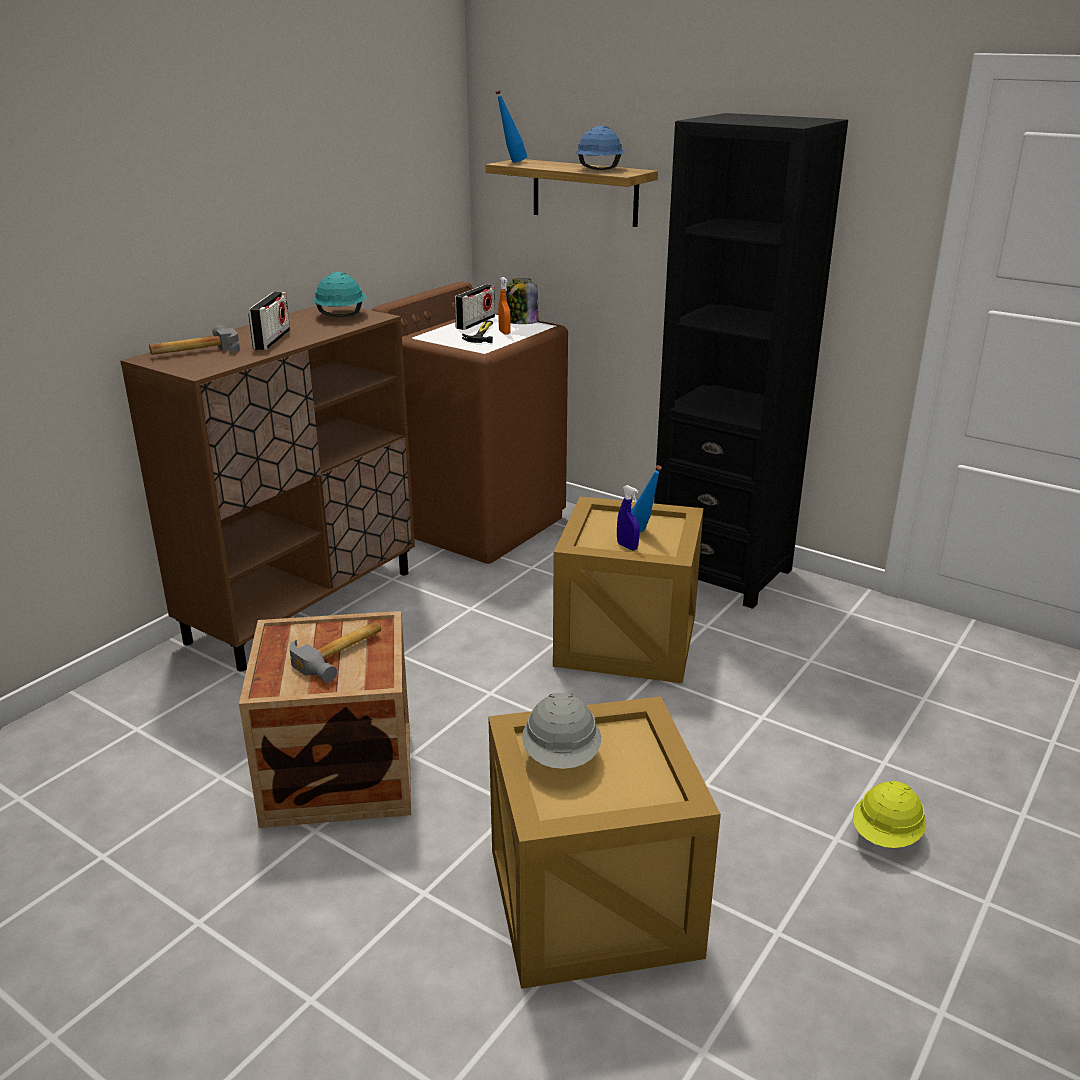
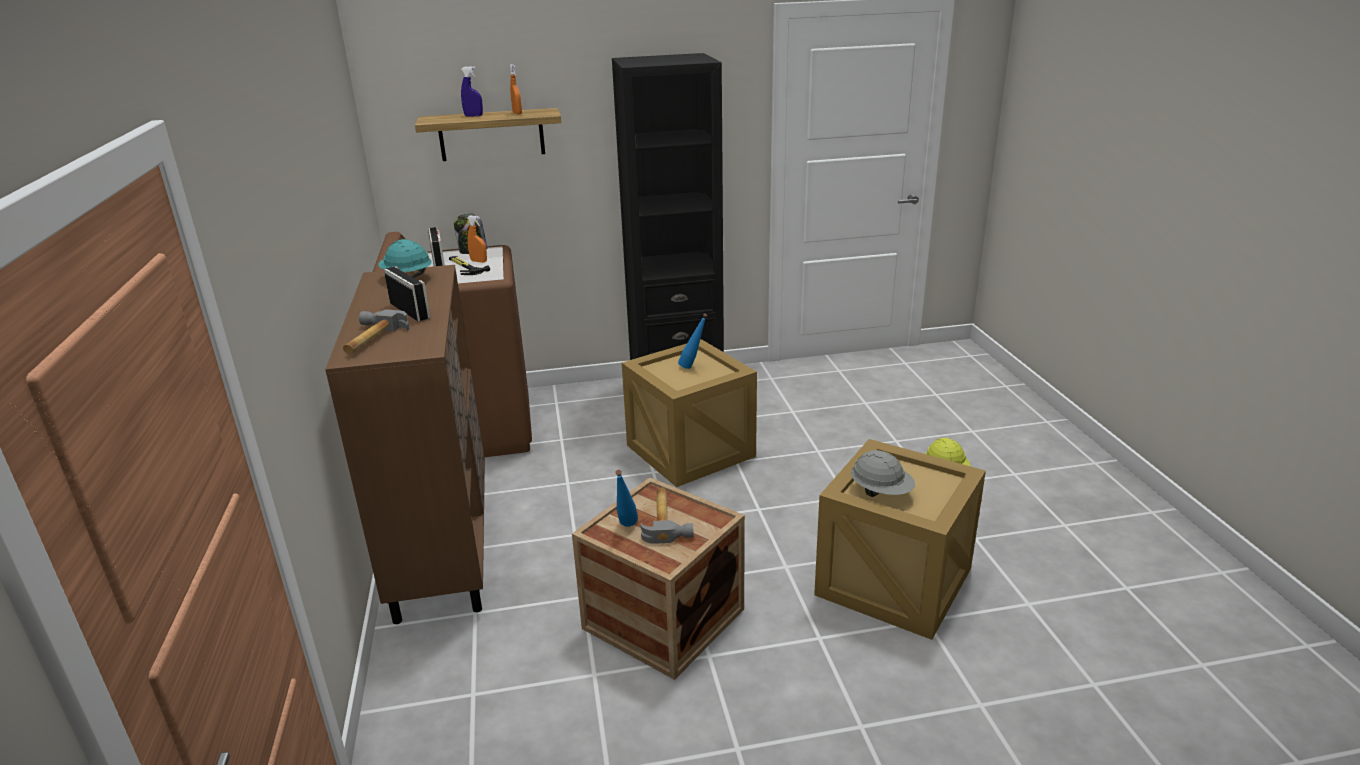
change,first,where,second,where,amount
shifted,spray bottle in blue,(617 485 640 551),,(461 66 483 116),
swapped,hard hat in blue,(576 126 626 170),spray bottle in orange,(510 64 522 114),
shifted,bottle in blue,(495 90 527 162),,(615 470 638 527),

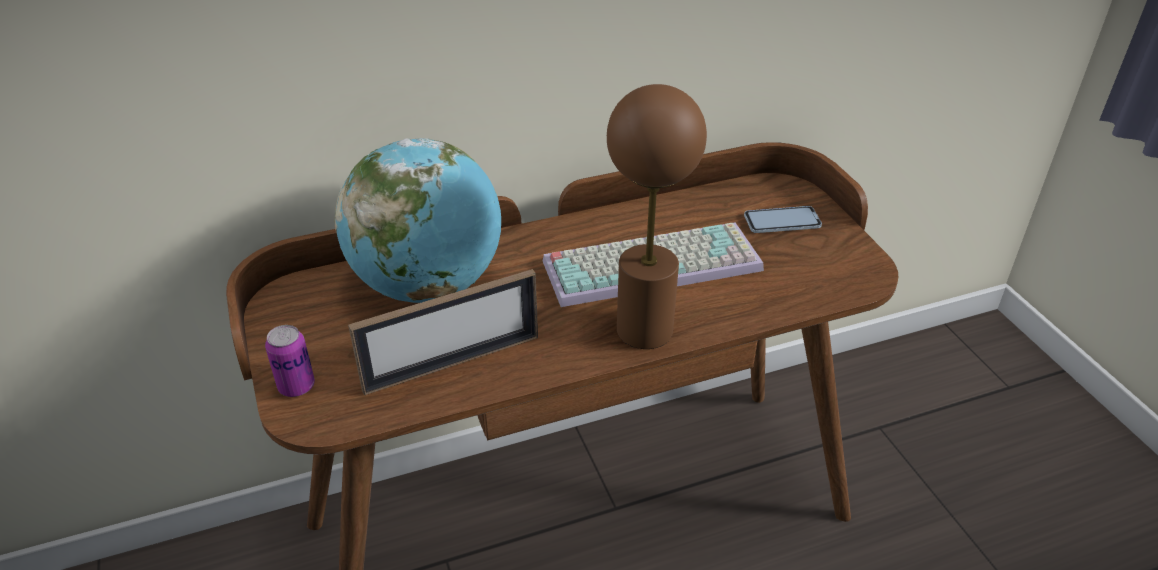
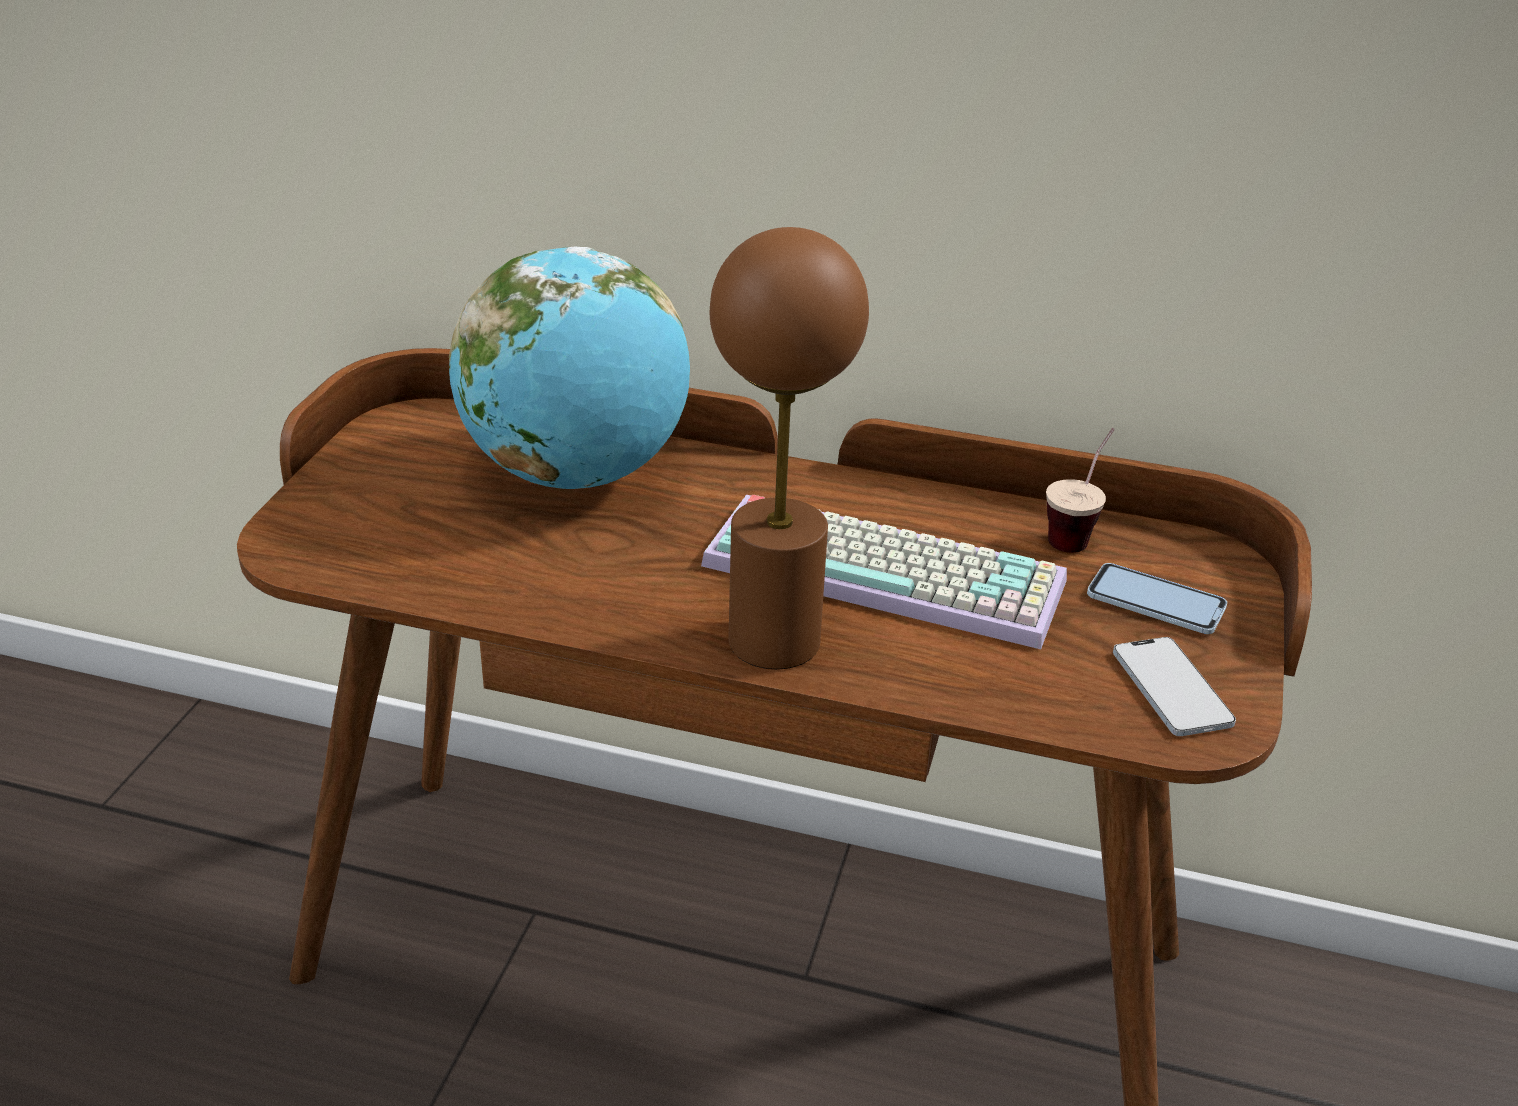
change,first,where,second,where,amount
new,,,cup,(1046 428 1115 553),
new,,,phone,(1113 637 1236 736),
gone,can,(265 325 315 397),,,
gone,picture frame,(348 269 538 395),,,

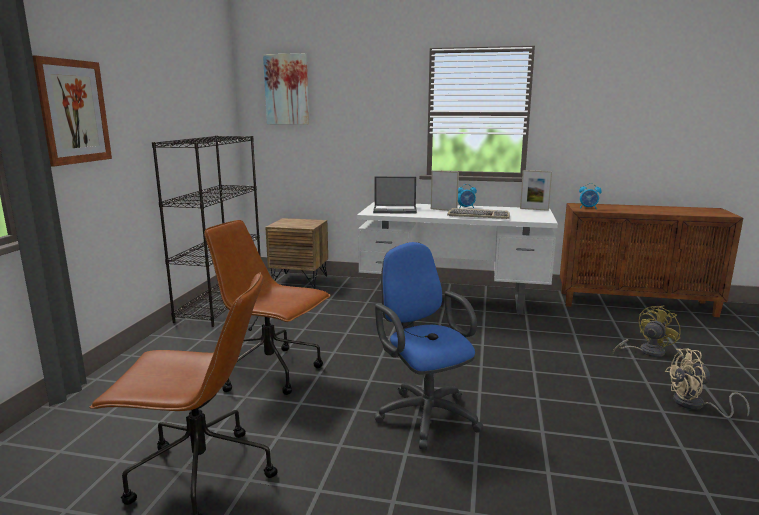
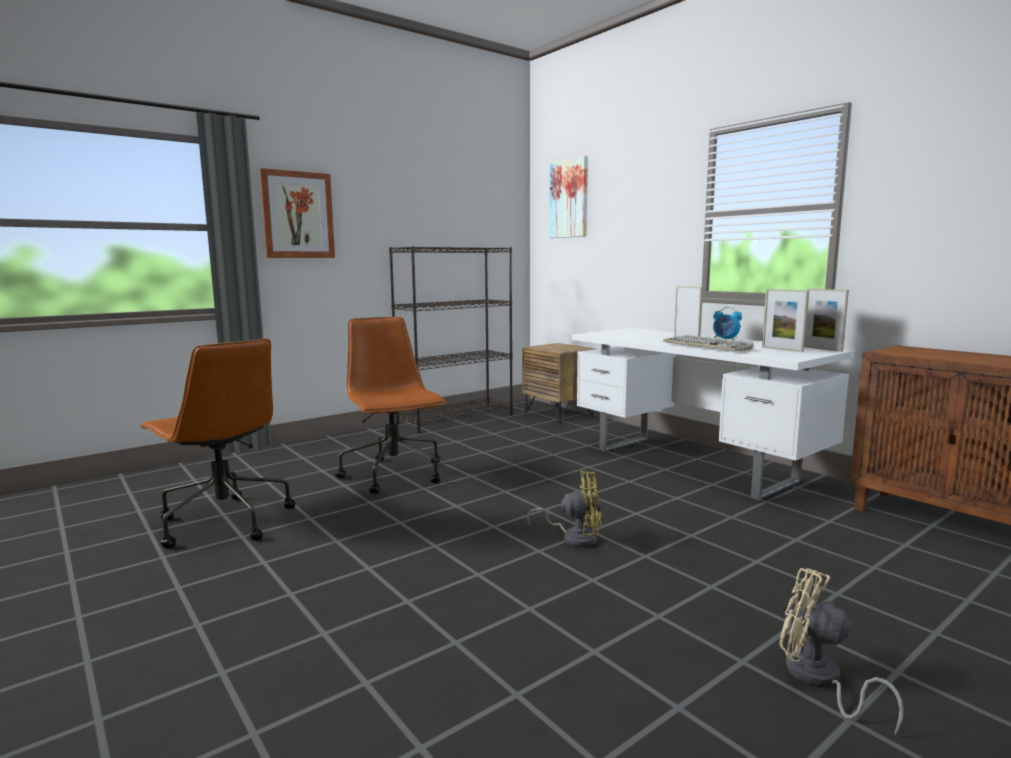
change,first,where,second,where,amount
shifted,fan in yellow,(613 305 681 357),,(527 471 602 547),
new,,,picture frame,(762 289 809 352),
gone,laptop,(373 177 417 214),,,
gone,office chair in blue,(374 242 483 450),,,
gone,alarm clock,(579 183 602 209),,,

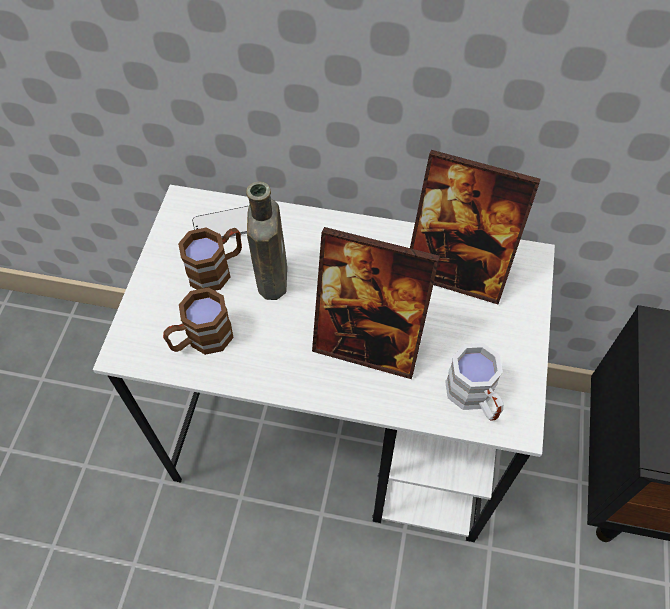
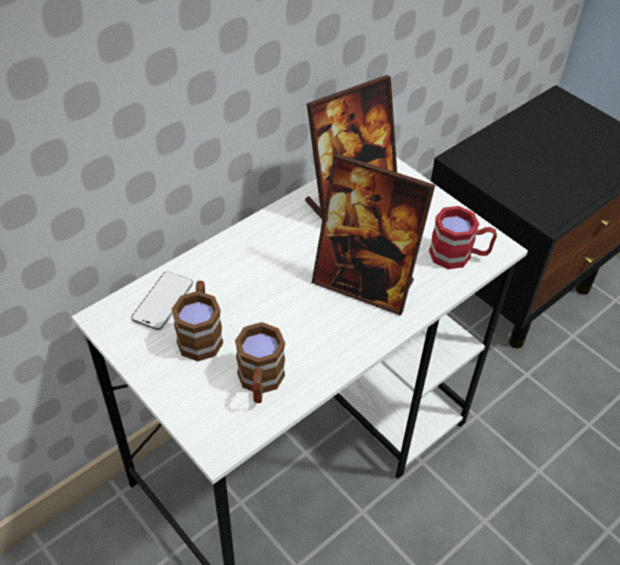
change,first,where,second,where,amount
rotated,picture frame,(312 227 440 379),,(312 153 435 316),60 degrees clockwise
repainted,mug in white,(445 343 504 421),mug in red,(429 206 497 269),
gone,bottle in brown,(246 182 287 300),,,

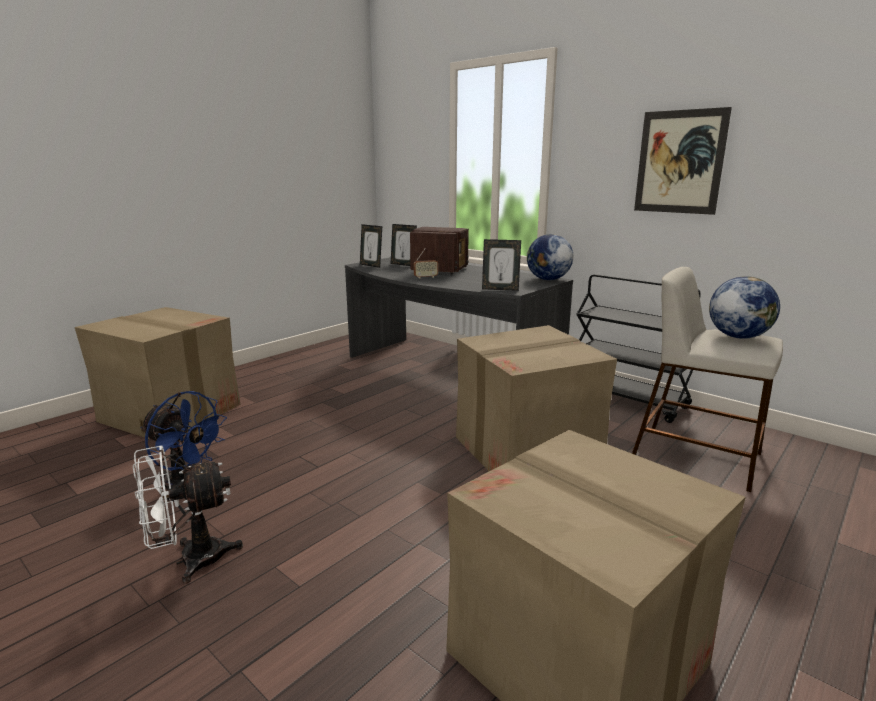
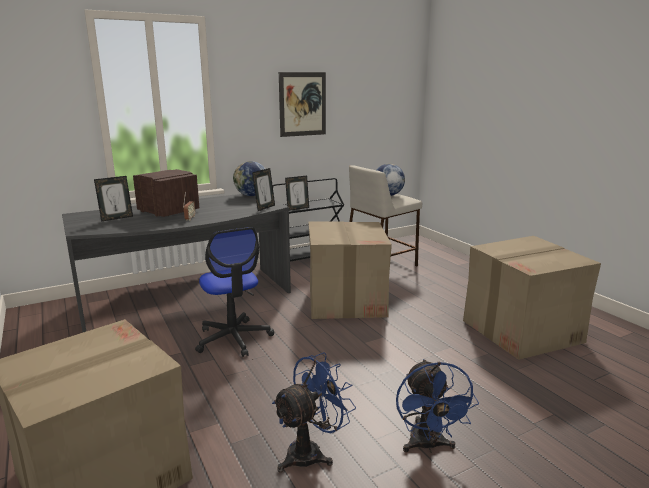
change,first,where,second,where,amount
new,,,office chair,(195 227 274 357),
shifted,picture frame,(360 224 382 268),,(285 176 309 211),
repainted,fan in white,(133 446 243 584),fan in blue,(396 359 479 453),

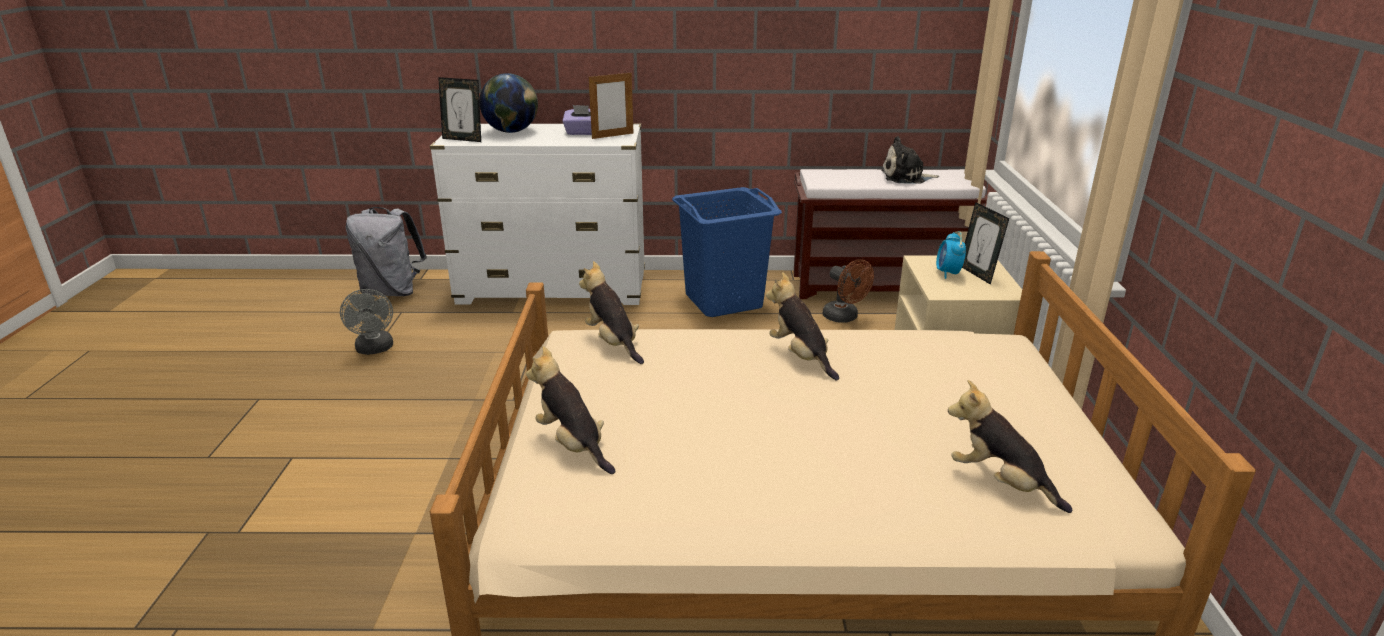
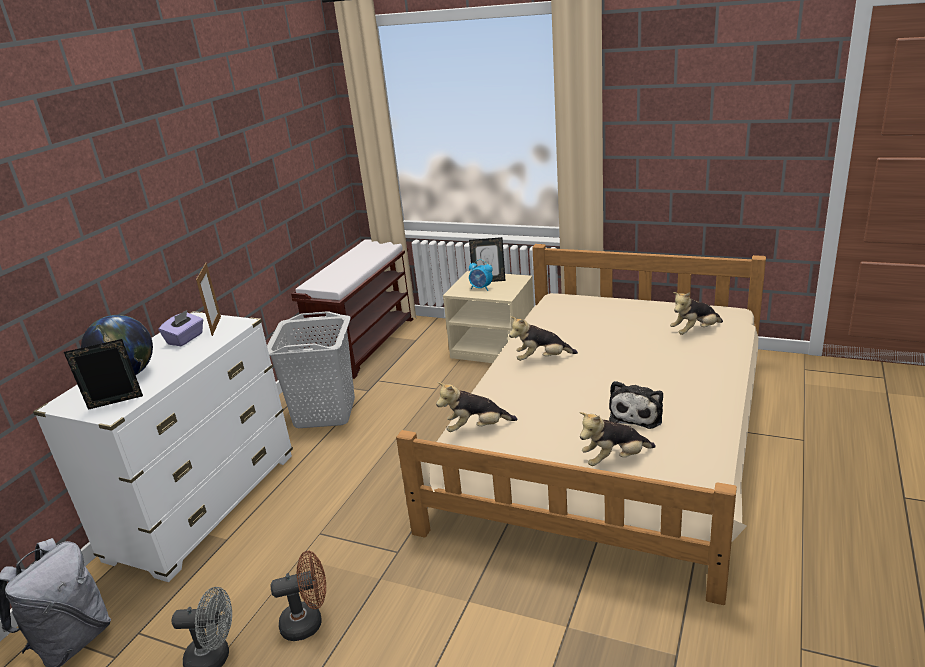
change,first,where,second,where,amount
rotated,picture frame,(438 77 481 142),,(64 339 143 410),150 degrees counterclockwise
repainted,laundry basket in blue,(672 187 782 317),laundry basket in grey,(267 311 355 428),
shifted,fan in brown,(823 259 874 323),,(271 551 326 641),
shifted,plush toy,(881 136 939 184),,(609 381 663 429),

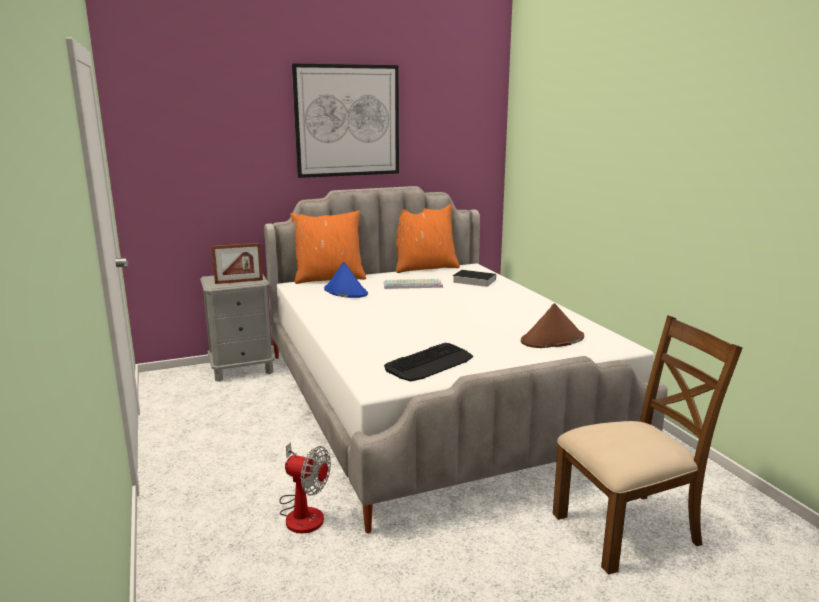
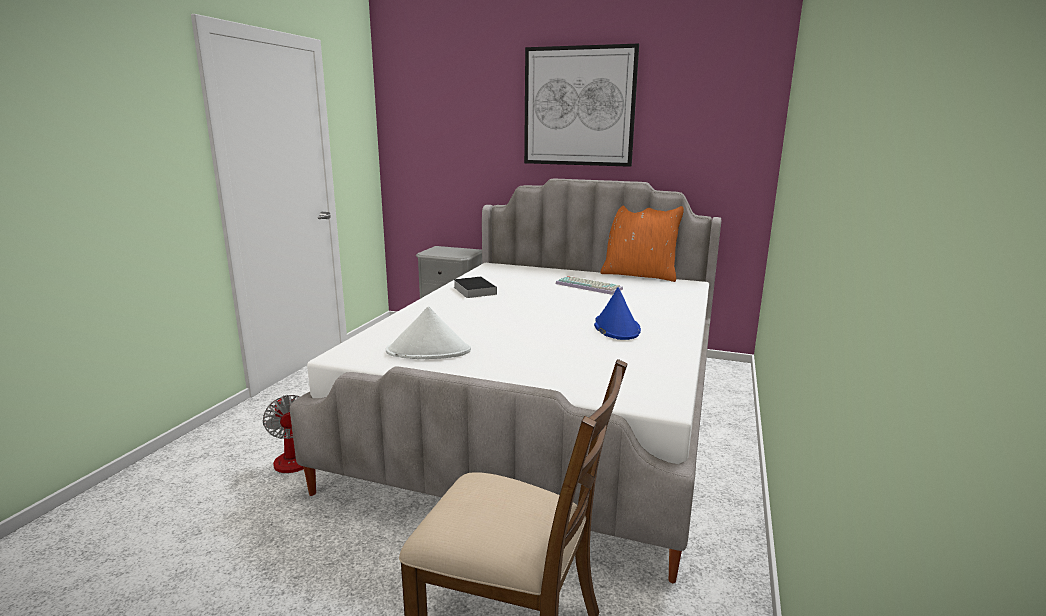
change,first,where,second,where,amount
swapped,keyboard,(384 343 473 381),hat in white,(386 306 471 359),
shifted,book,(453 270 496 287),,(453 277 497 298),
shifted,hat in blue,(324 262 368 298),,(594 288 641 340),
gone,picture frame,(211 243 263 284),,,
gone,pillow in orange,(290 211 366 284),,,
gone,hat in brown,(521 303 584 348),,,

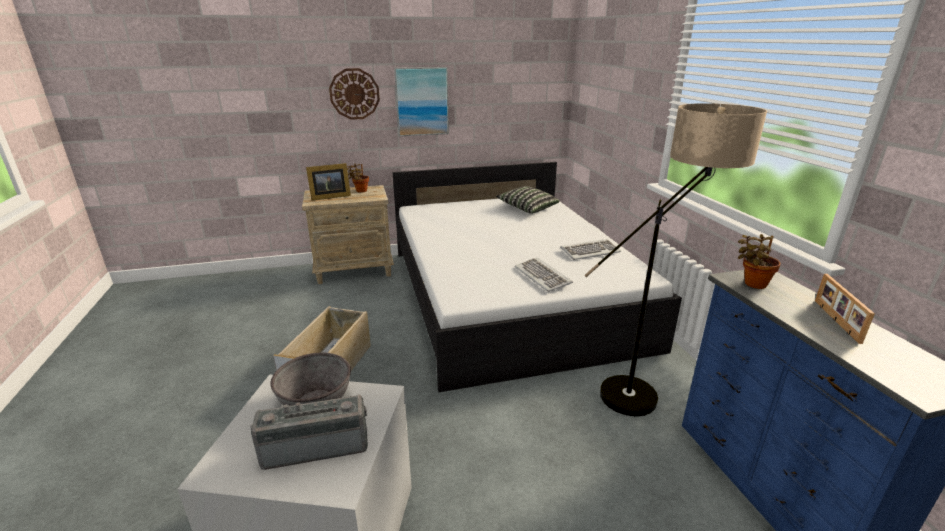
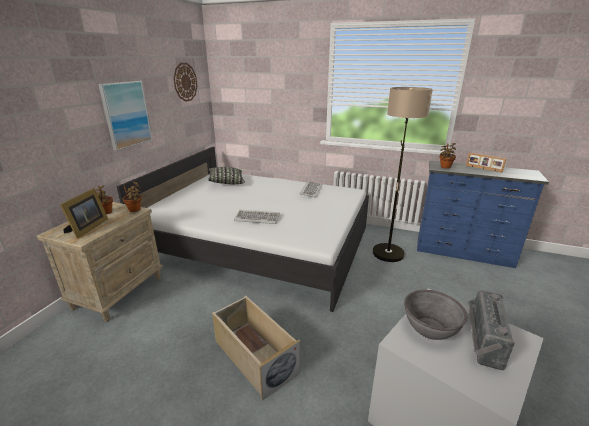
change,first,where,second,where,amount
new,,,potted plant,(122 182 142 212),
shifted,wall clock,(329 68 380 120),,(173 63 197 102),
shifted,keyboard,(515 258 573 292),,(234 210 280 224),

